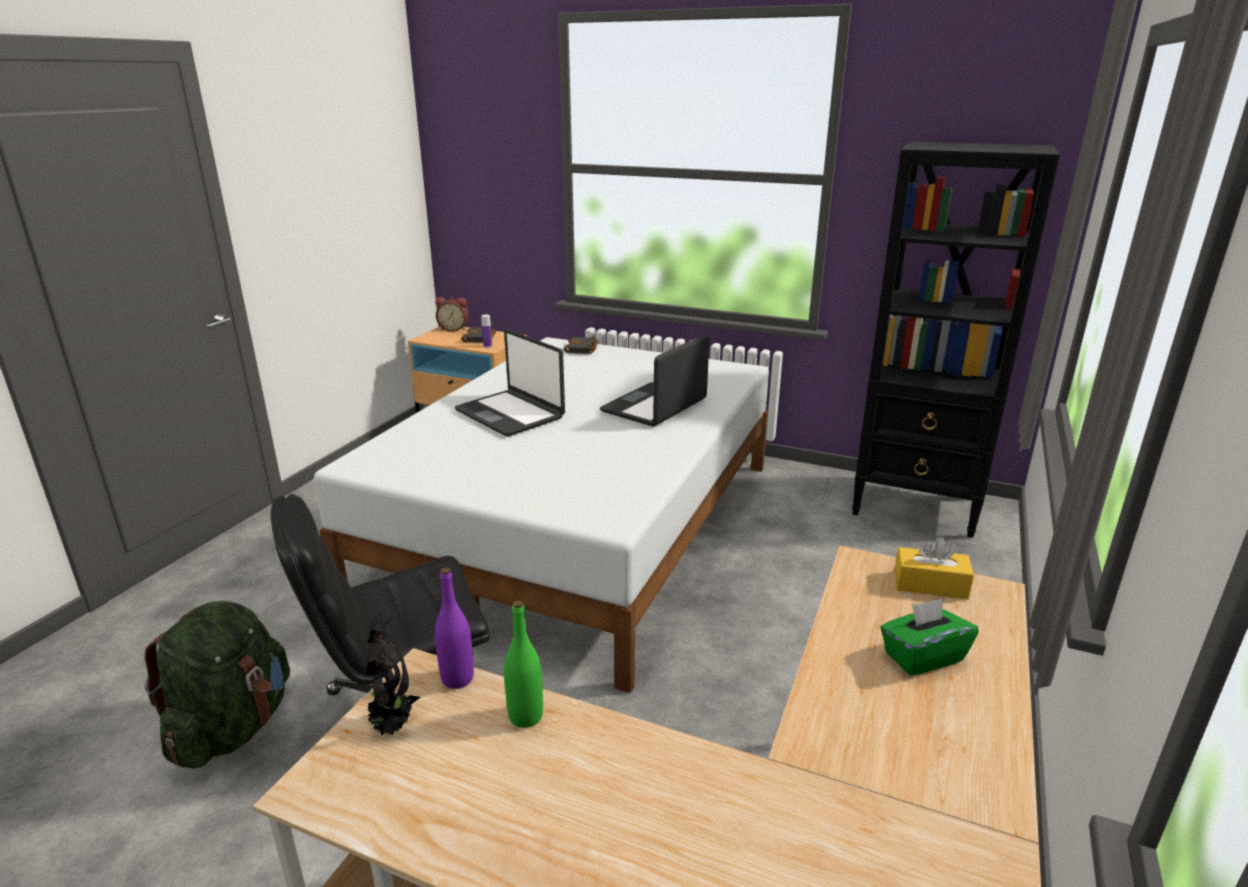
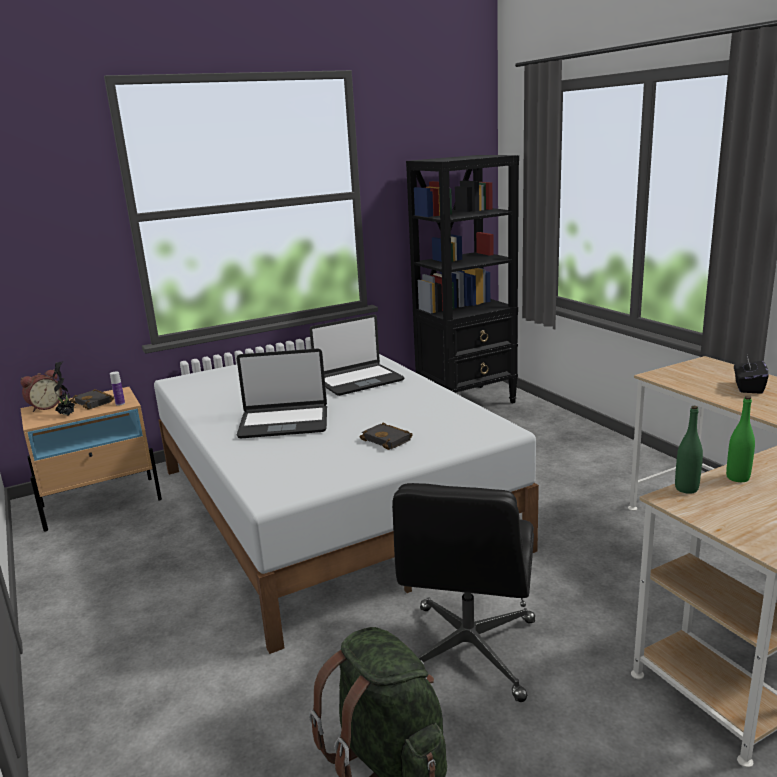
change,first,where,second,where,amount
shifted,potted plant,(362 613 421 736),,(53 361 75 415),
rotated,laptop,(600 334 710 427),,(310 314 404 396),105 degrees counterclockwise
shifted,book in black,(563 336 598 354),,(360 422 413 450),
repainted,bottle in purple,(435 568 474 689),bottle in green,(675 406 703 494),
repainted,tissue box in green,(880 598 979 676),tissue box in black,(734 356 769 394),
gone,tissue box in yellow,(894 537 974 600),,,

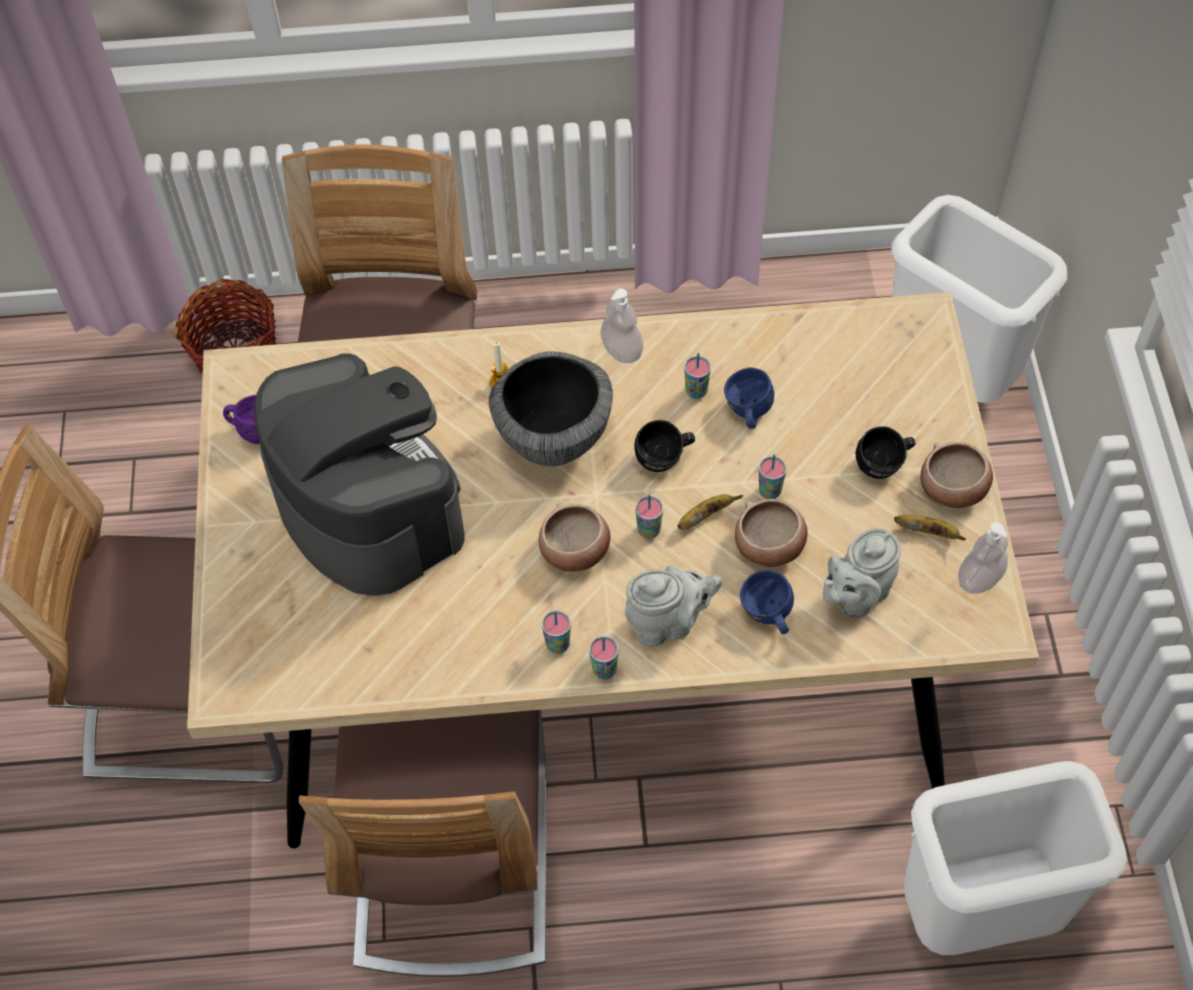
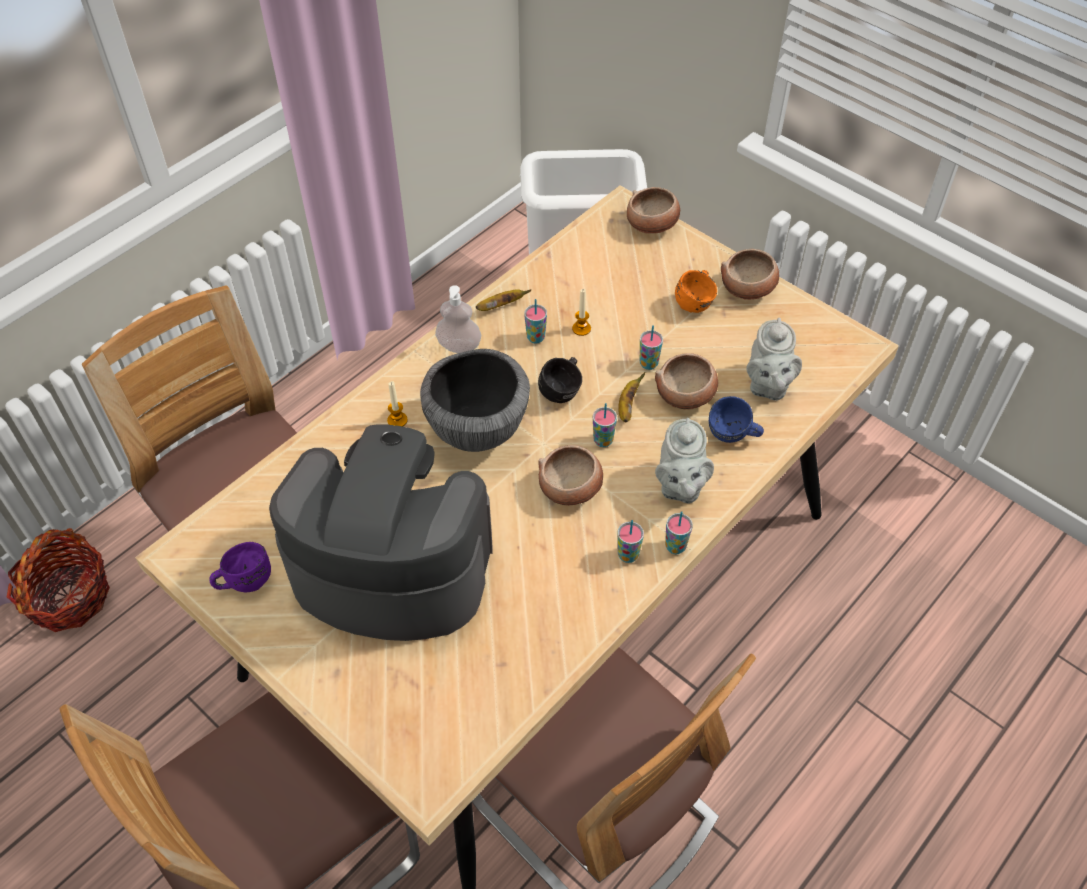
change,first,where,second,where,amount
shifted,banana,(894 515 966 541),,(476 289 531 311),
swapped,mug in blue,(724 367 774 429),candle,(572 289 591 336),
new,,,bowl,(627 187 680 233),
rotated,teapot in grey,(625 566 723 647),,(655 418 714 504),150 degrees clockwise
repainted,mug in black,(855 426 916 479),mug in orange,(675 270 717 313),
gone,trash can in white,(903 761 1127 955),,,
gone,soap dispenser,(958 522 1008 594),,,

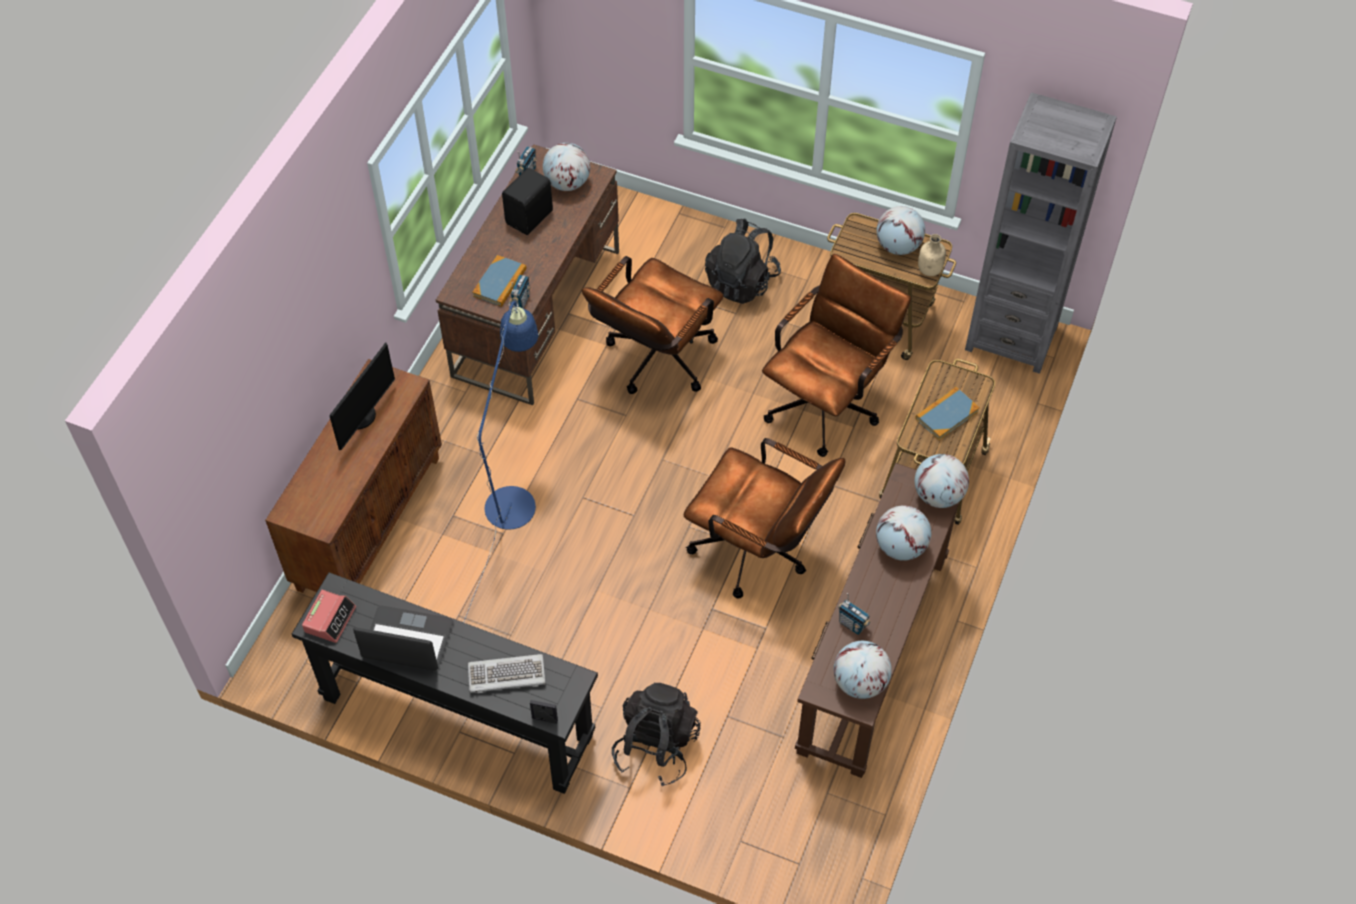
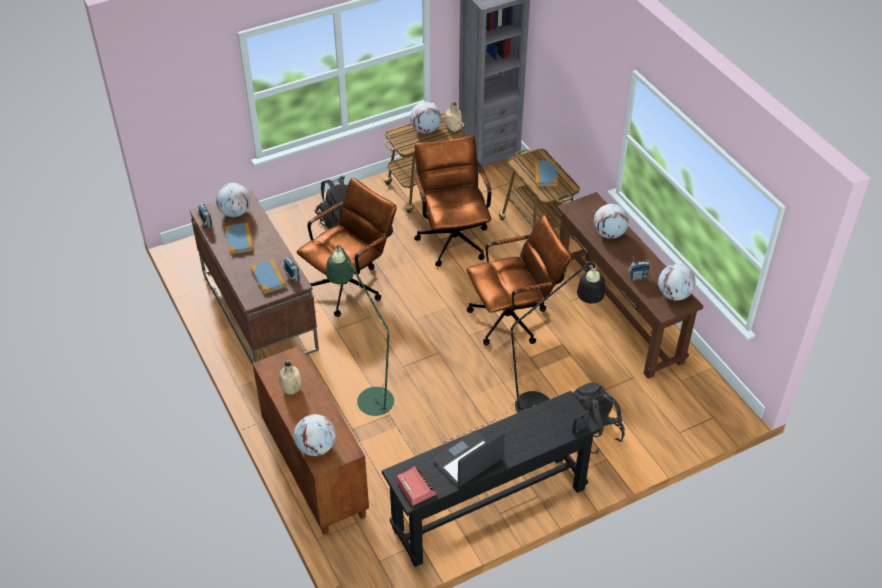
change,first,where,second,where,amount
swapped,speaker in black,(502 168 553 235),book,(225 223 254 255),
swapped,monitor,(329 342 395 450),bottle in beige,(279 360 301 394),
shifted,globe,(915 454 969 508),,(294 414 336 456),
rotated,office chair in brown,(582 256 724 394),,(297 178 397 317),120 degrees counterclockwise
repainted,floor lamp in blue,(464 301 538 621),floor lamp in green,(326 245 419 455),
new,,,floor lamp in black,(443 261 605 443),
gone,keyboard,(468 654 545 693),,,

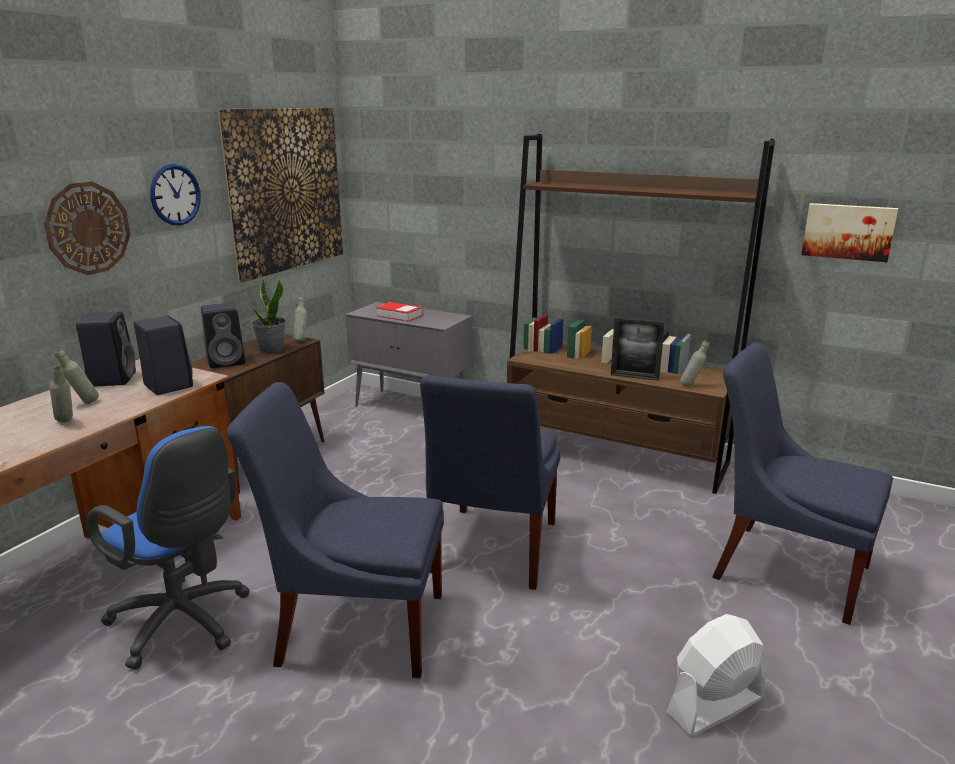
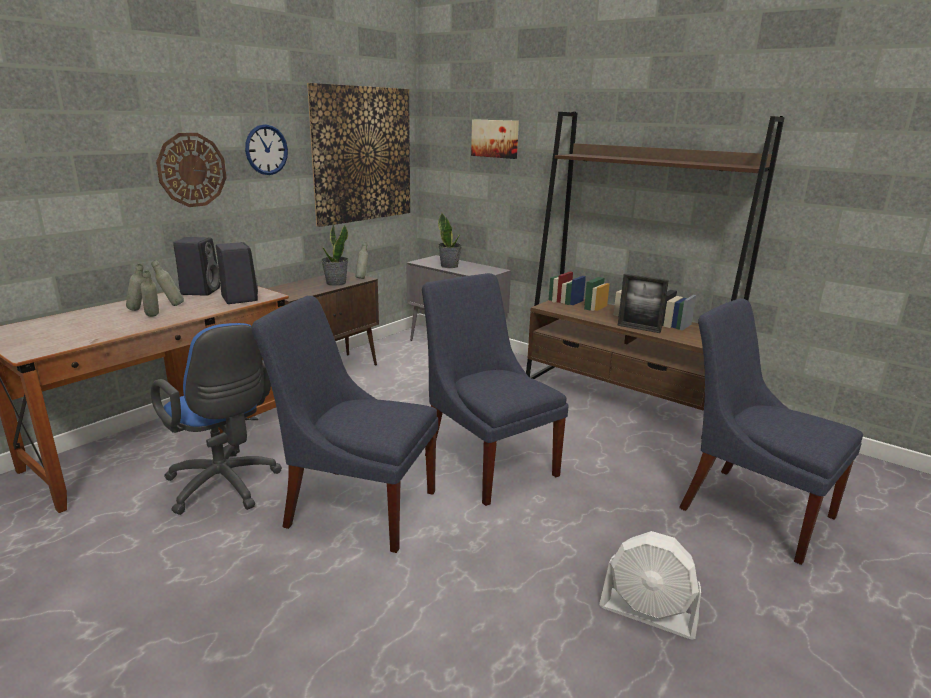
change,first,where,second,where,amount
shifted,bottle in grey,(680 340 709 387),,(126 263 143 311),
rotated,chair in blue,(420 375 561 590),,(422 273 569 506),120 degrees clockwise
swapped,book,(376 302 423 321),potted plant,(438 213 462 268),
shifted,picture,(801 203 898 262),,(471 119 519 159),
rotated,fan in white,(666 614 765 736),,(599 531 701 640),135 degrees counterclockwise
gone,speaker in black,(201 303 245 368),,,

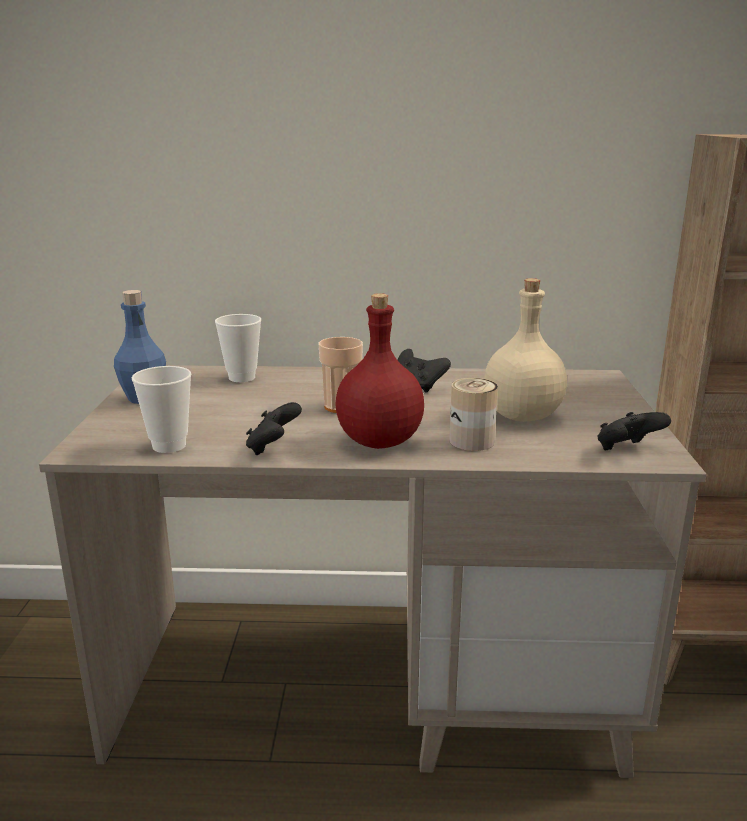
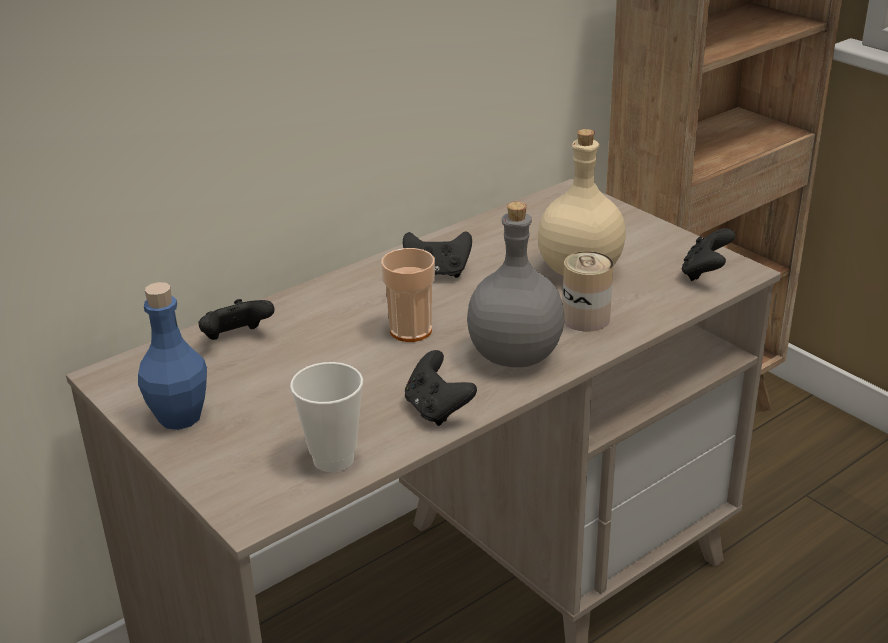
change,first,where,second,where,amount
swapped,cup,(215 314 261 382),game controller in black,(198 299 275 340),
repainted,bottle in red,(335 293 424 449),bottle in grey,(467 202 564 367),

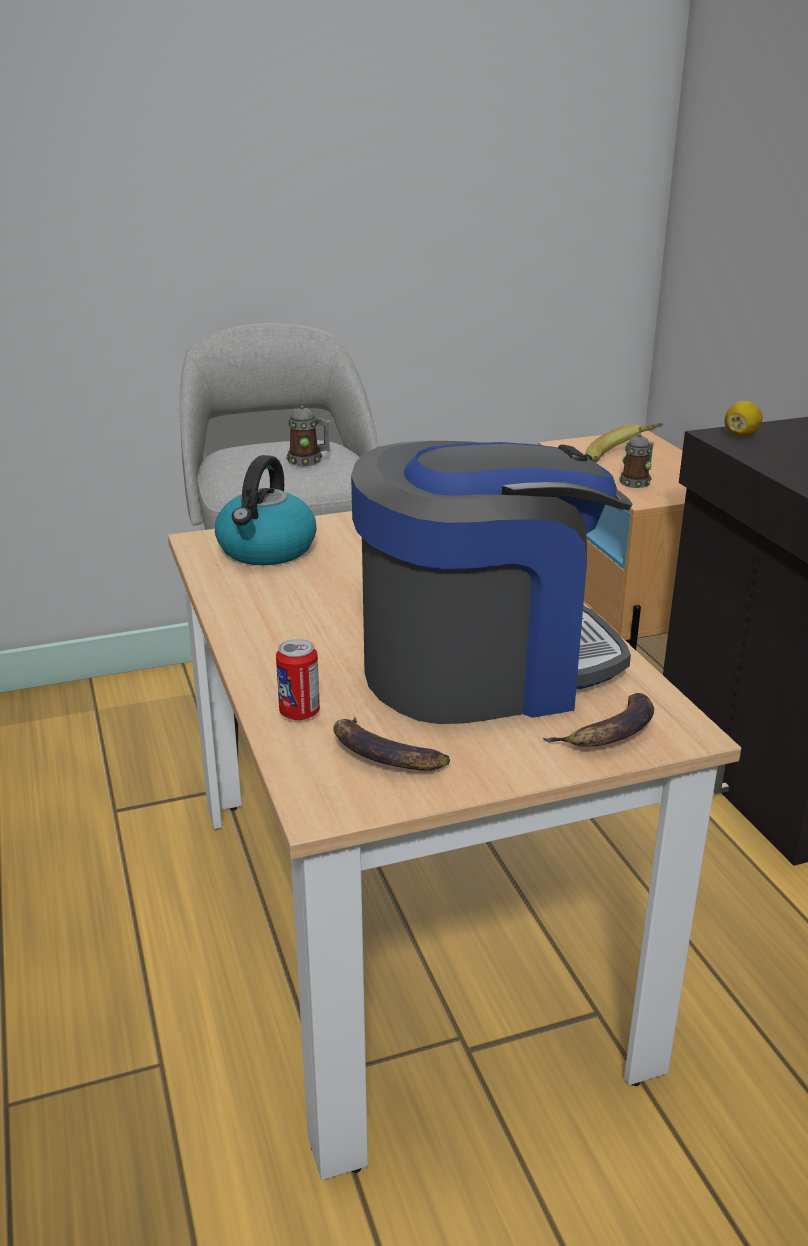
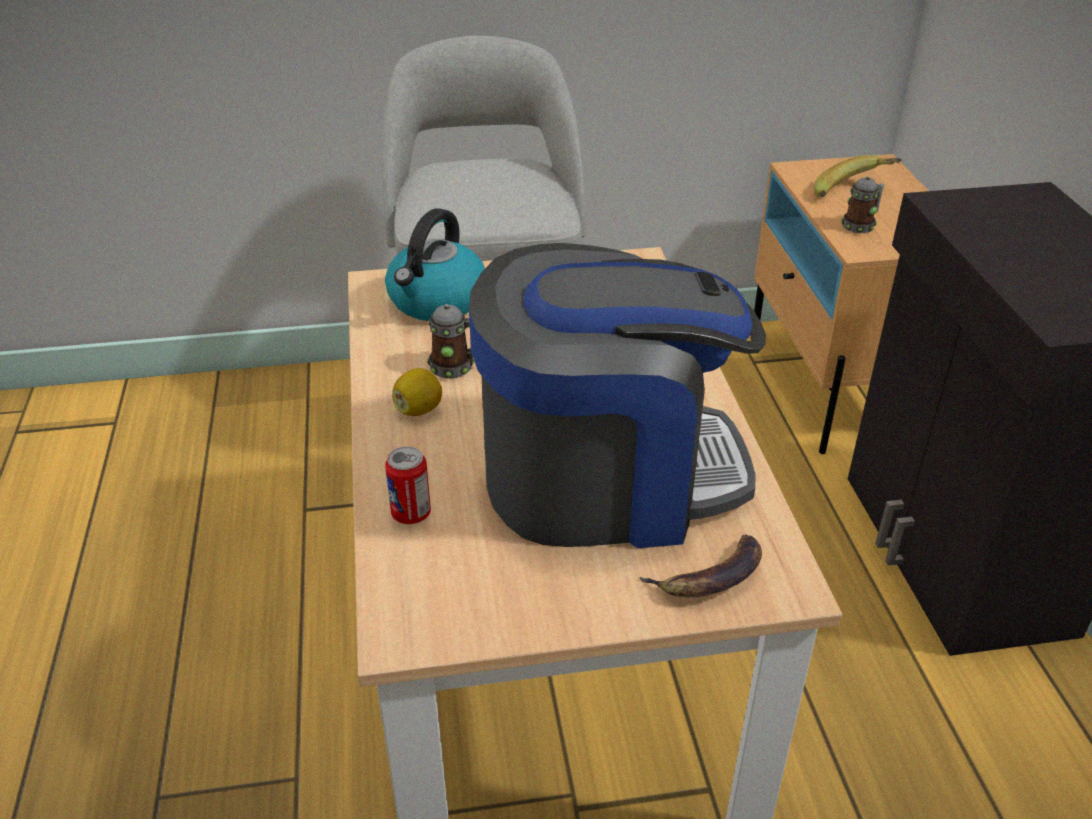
change,first,where,second,where,amount
shifted,lemon,(725 401 763 436),,(392 368 442 416),
shifted,mug,(286 406 331 466),,(427 304 474 379),
gone,banana,(333 717 450 771),,,

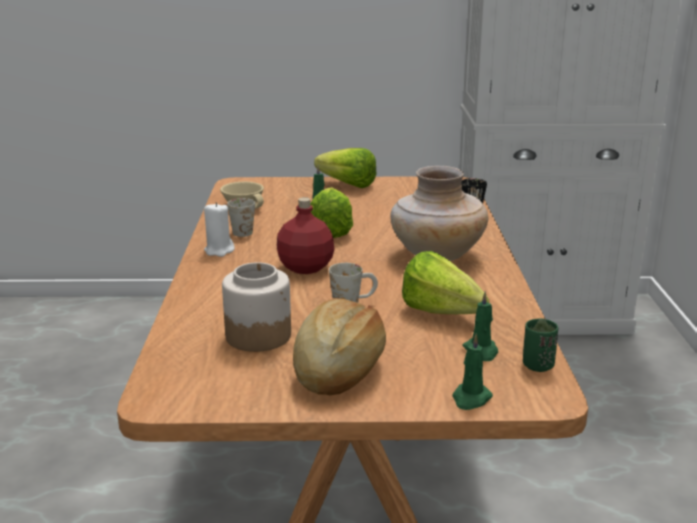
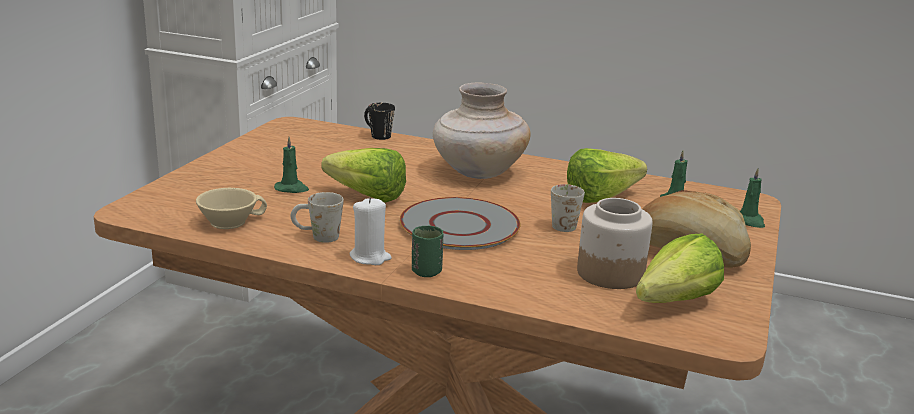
change,first,where,second,where,amount
swapped,bottle in red,(277 197 334 274),plate in grey,(400 197 520 250),
shifted,cup in green,(523 319 558 372),,(412 226 443 277),
shifted,lettuce,(314 148 376 188),,(636 234 724 303),

